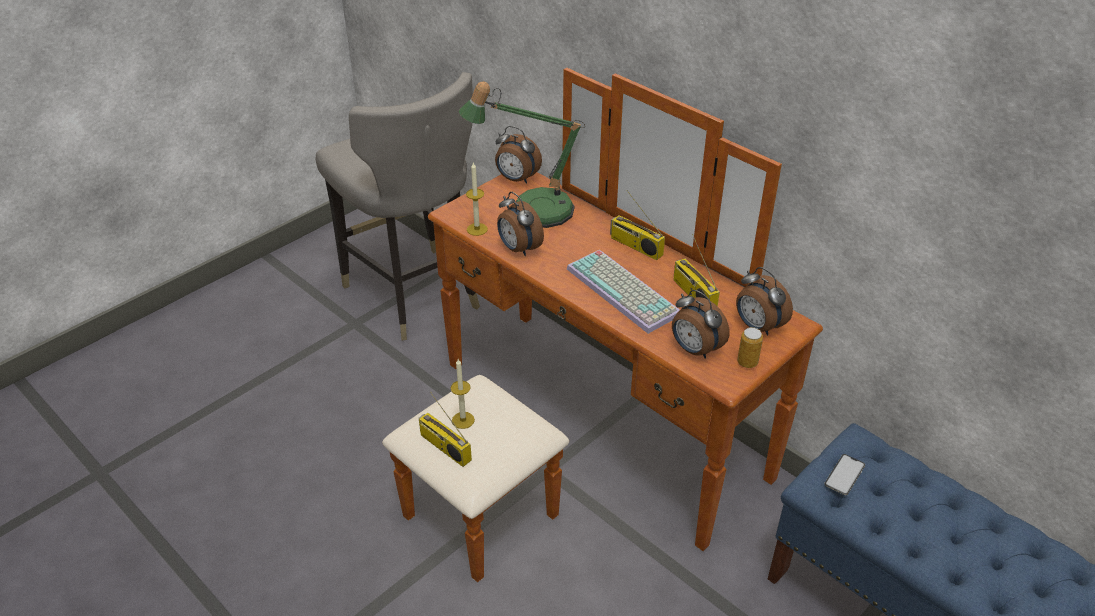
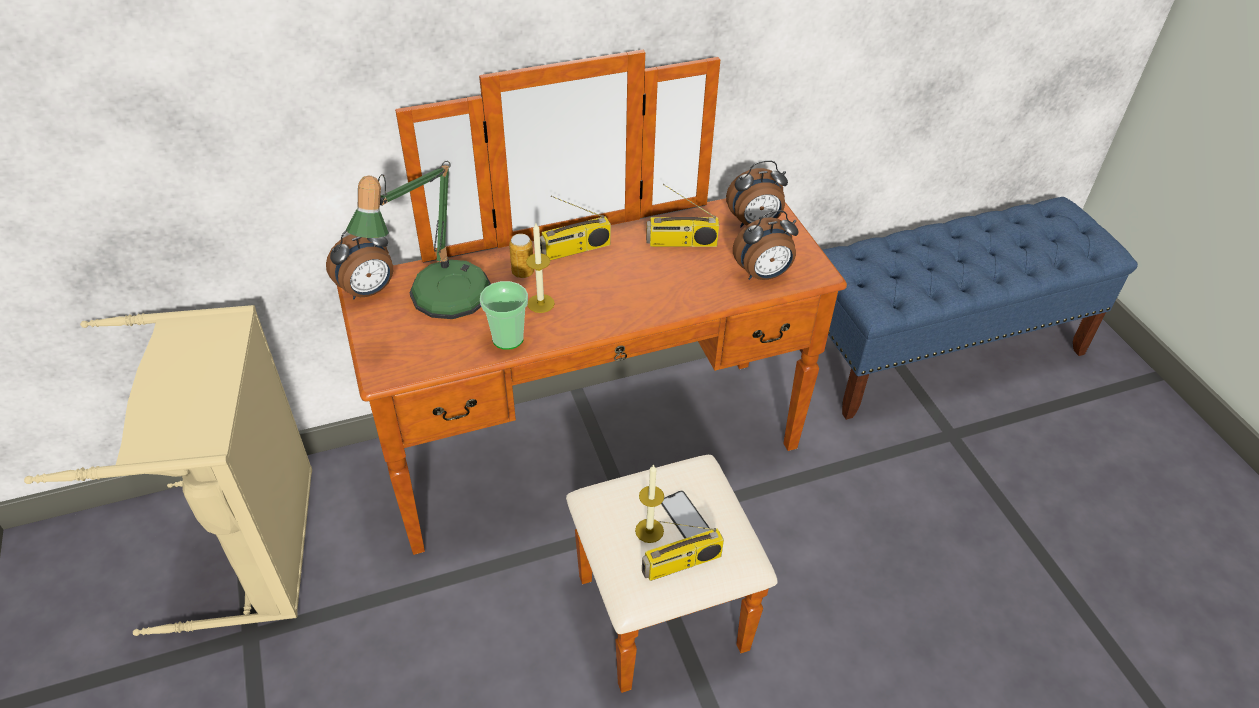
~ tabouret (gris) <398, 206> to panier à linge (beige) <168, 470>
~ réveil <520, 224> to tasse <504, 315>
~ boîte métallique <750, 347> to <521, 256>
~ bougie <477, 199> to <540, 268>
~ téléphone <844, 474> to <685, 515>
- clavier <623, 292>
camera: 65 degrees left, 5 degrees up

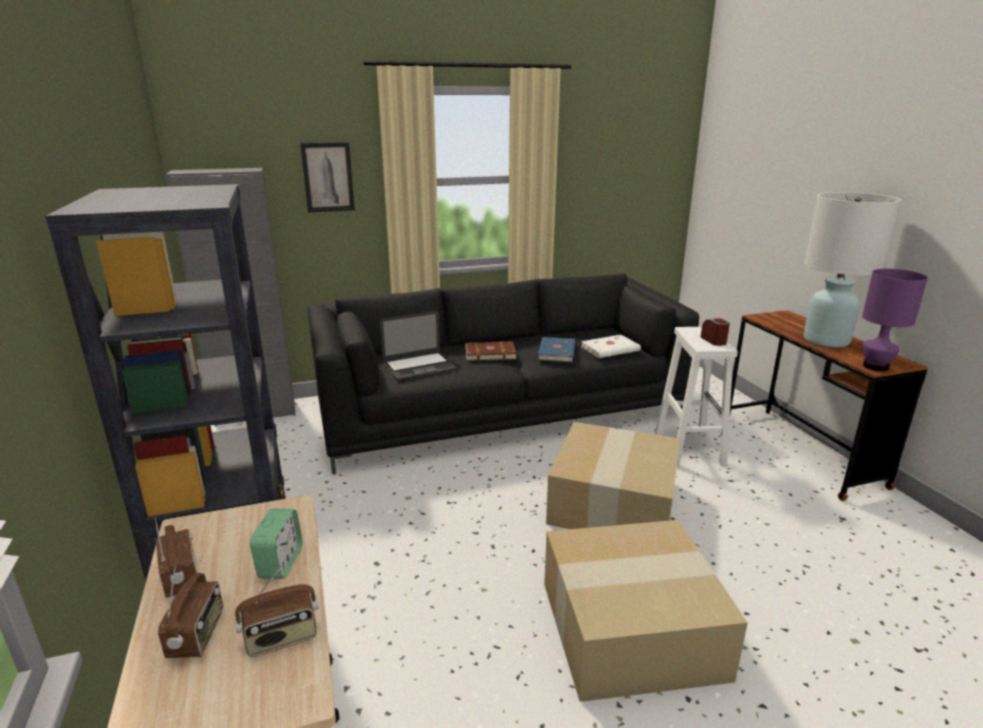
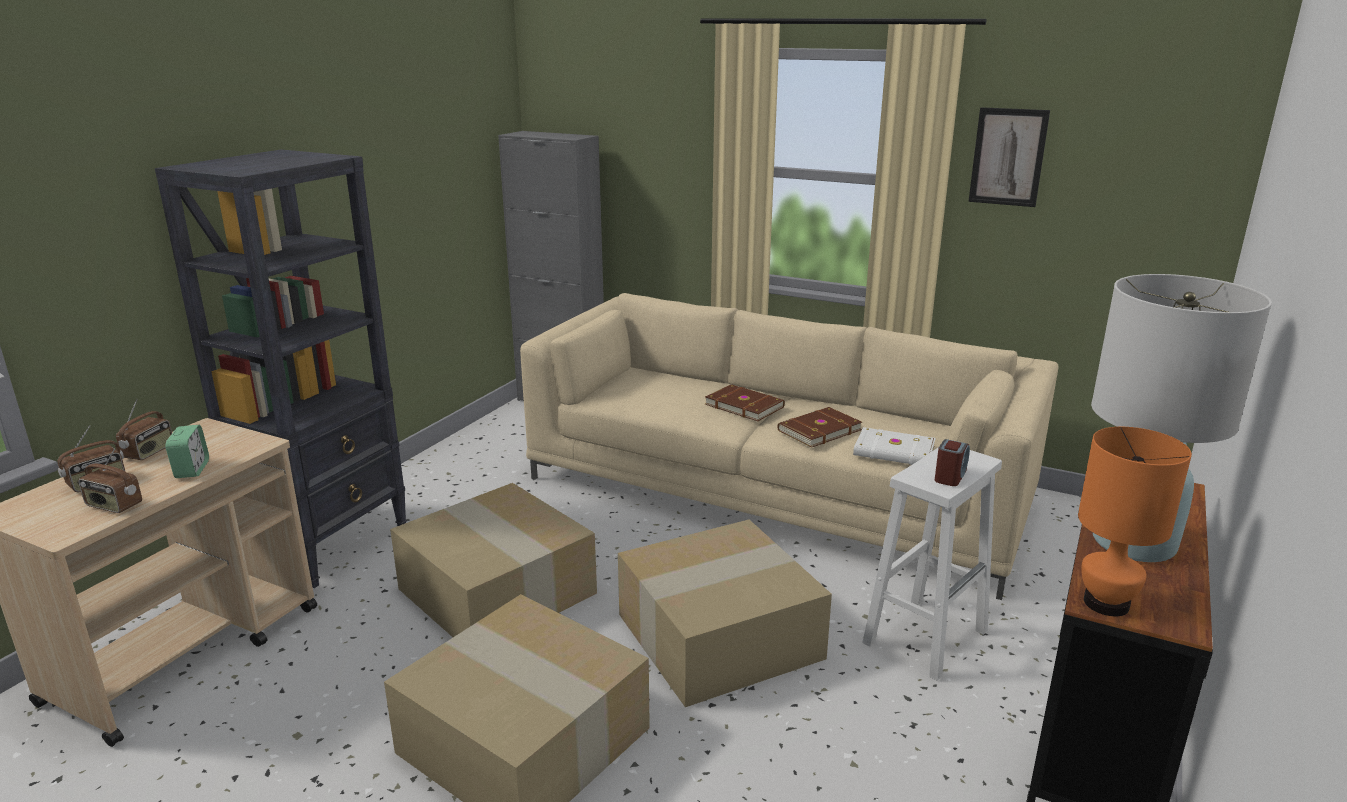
~ réveil <276, 544> = <187, 451> 60 degrees counterclockwise
+ carton <493, 560>
~ canapé (noir) <503, 373> to canapé (beige) <789, 446>
~ livre (bleu) <556, 349> to livre (marron) <820, 427>
~ tableau <327, 177> to <1009, 157>
~ lampe de table (violet) <895, 320> to lampe de table (orange) <1135, 521>
- ordinateur portable <418, 345>
camera: 45 degrees right, 0 degrees up

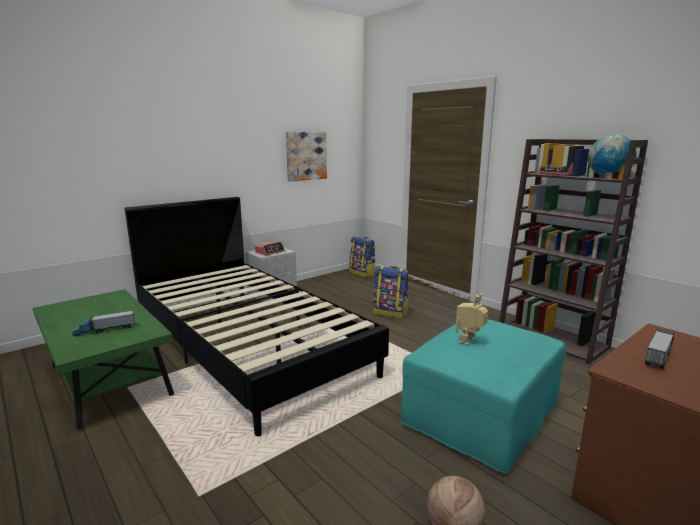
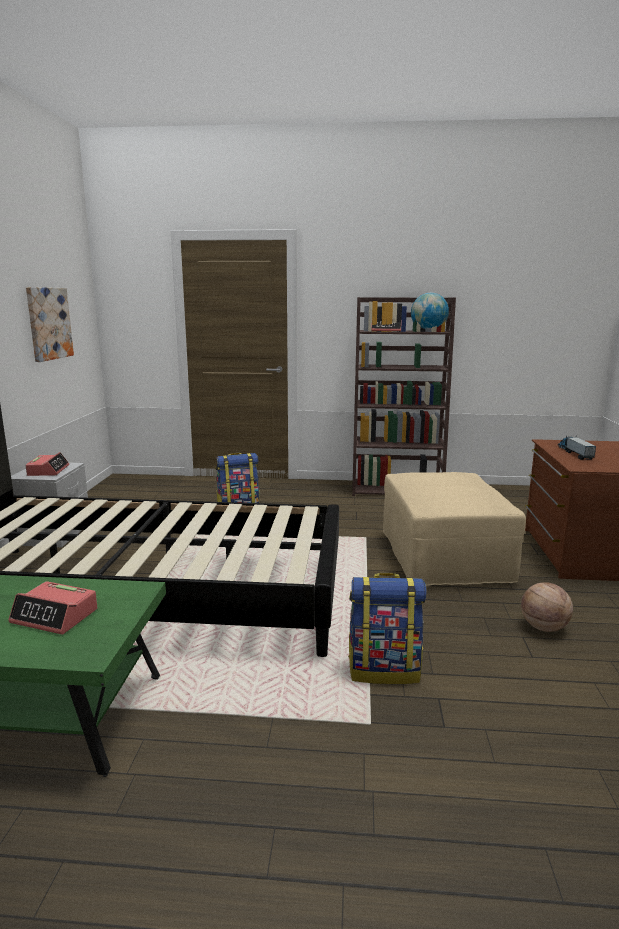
~ camion jouet <104, 323> to réveil <52, 607>
~ sac à dos <362, 257> to <387, 628>
~ pouf (turquoise) <483, 396> to pouf (beige) <454, 529>
- robot jouet <472, 319>
camera: 45 degrees left, 0 degrees up

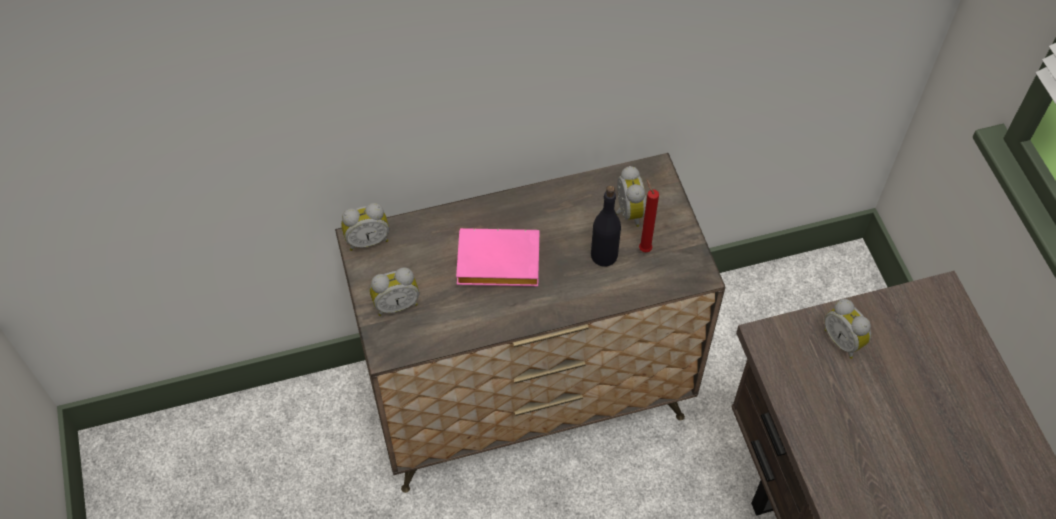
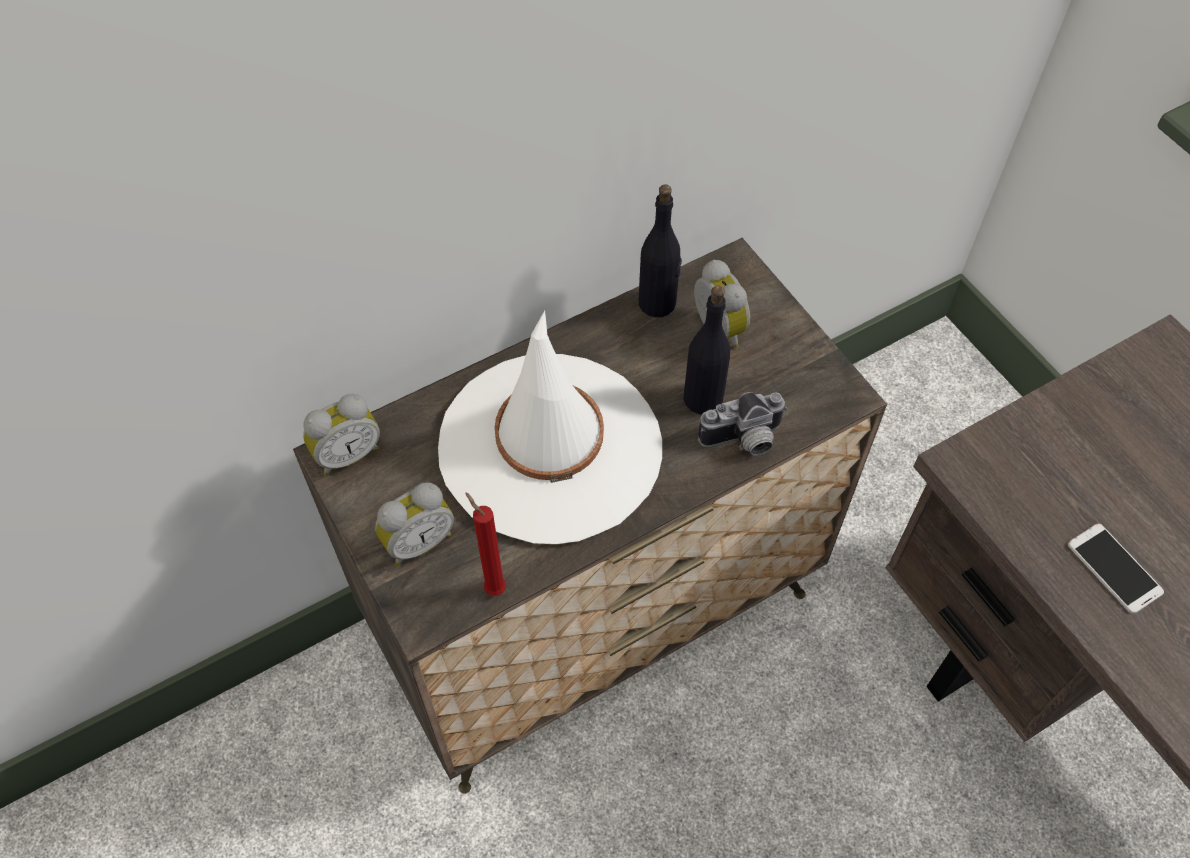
~ livre (rose) <497, 257> to chapeau (blanc) <550, 427>
~ bougie (rouge) <649, 215> to <485, 544>
+ bouteille (noir) <660, 250>
+ appareil photo <743, 424>
+ téléphone <1116, 569>
- réveil <847, 329>
camera: 15 degrees left, 0 degrees up

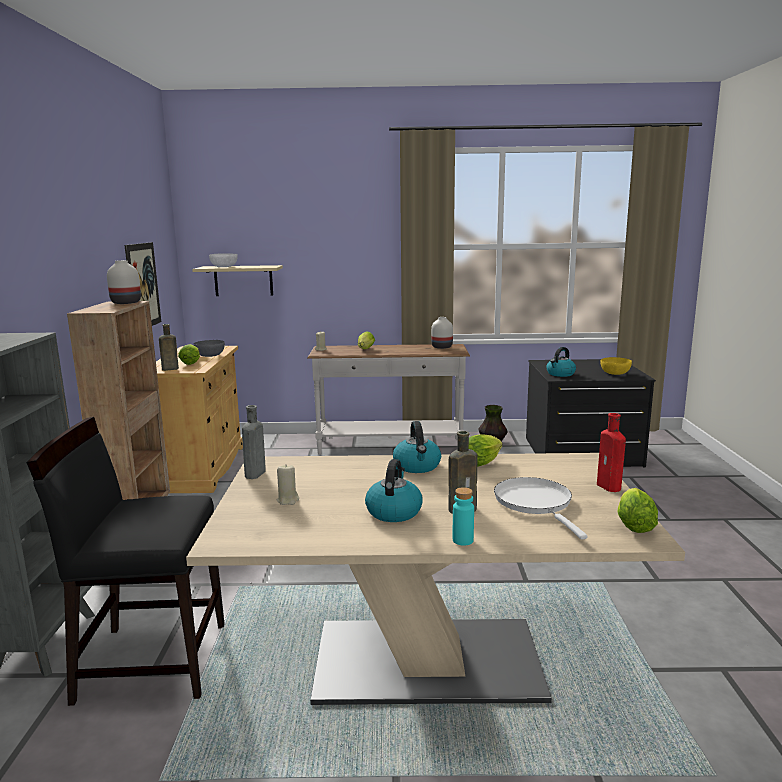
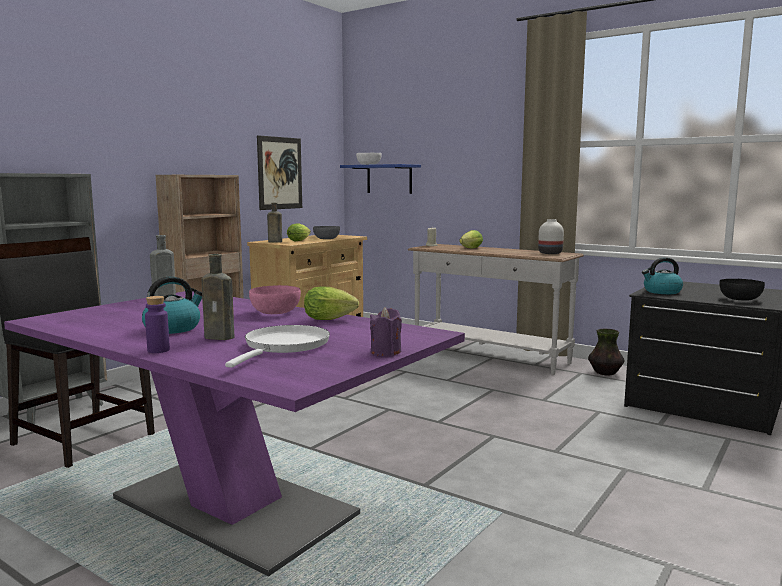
~ table à manger (beige) <435, 579> to table à manger (violet) <234, 434>
~ bouteille (turquoise) <463, 516> to bouteille (violet) <157, 324>
~ bouilloire <417, 447> to bol (rose) <275, 299>
~ étagère (beige) <237, 280> to étagère (bleu) <380, 179>
~ bouteille (rouge) <611, 452> to bougie (violet) <386, 331>
~ bol (jaune) <616, 366> to bol (noir) <742, 290>
- vase (blanc) <124, 282>
- bougie (beige) <288, 485>
- laitue <638, 510>
camera: 35 degrees right, 5 degrees down

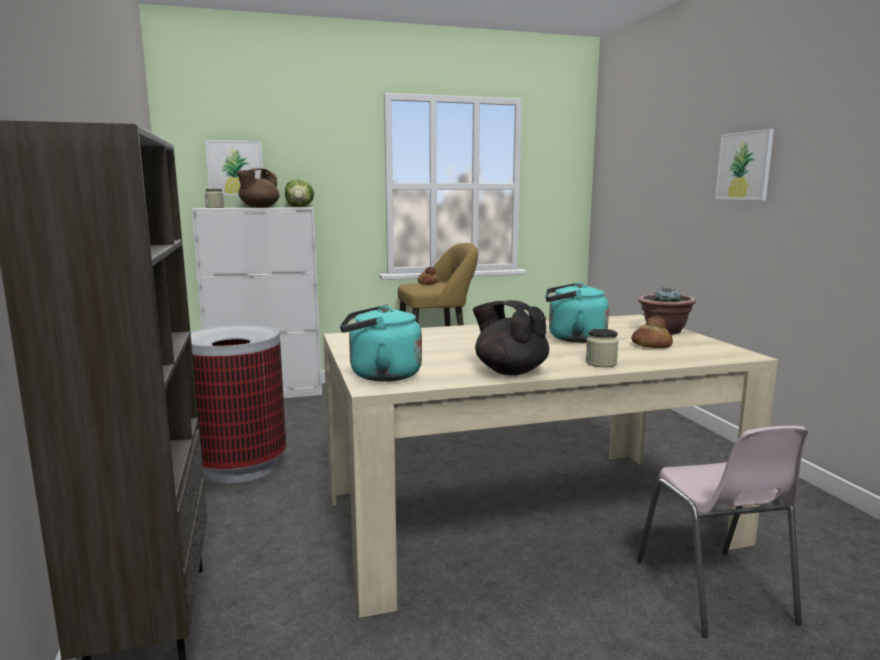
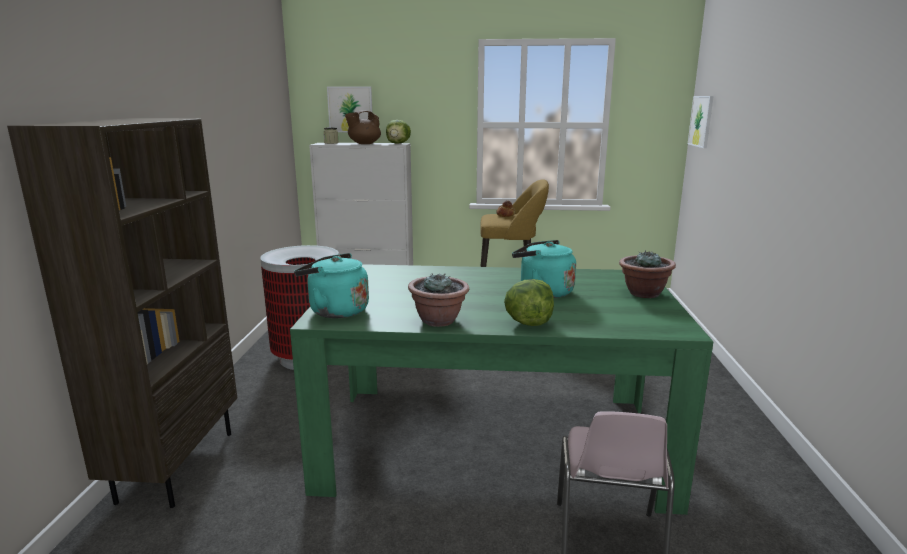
~ table à manger (beige) <550, 466> to table à manger (vert) <501, 389>
~ théière (noir) <511, 337> to plante en pot <438, 300>
~ bocal <602, 348> to laitue <529, 302>
~ tableau <744, 164> to <701, 122>
- pain <652, 332>
camera: 20 degrees right, 5 degrees up

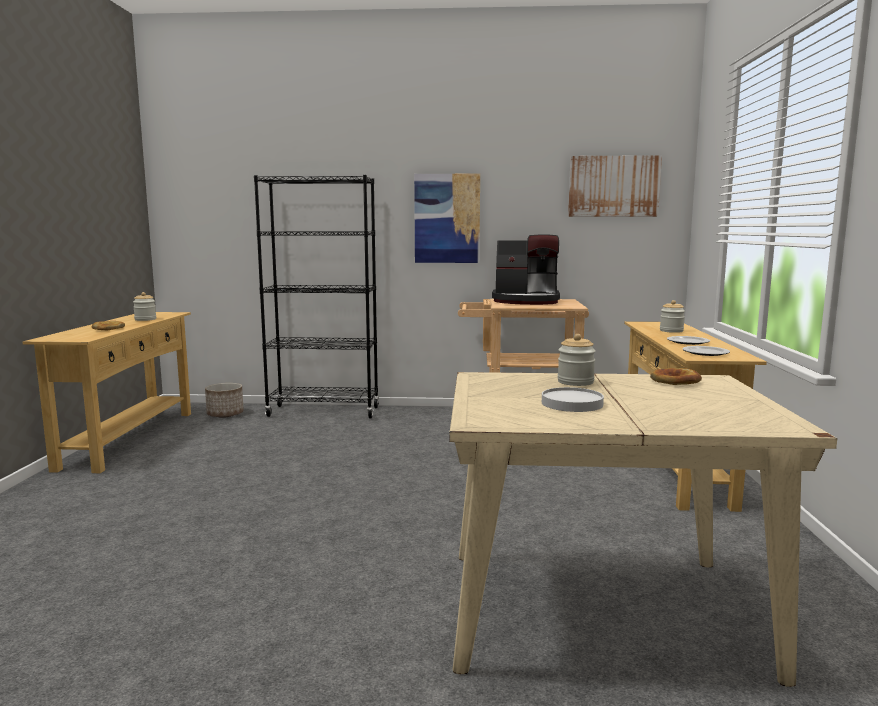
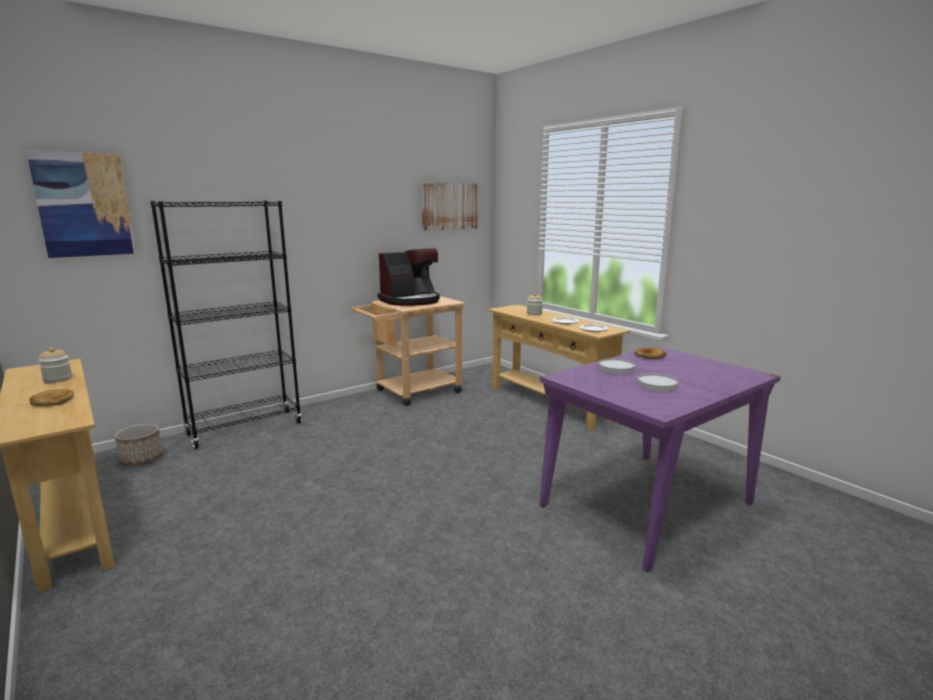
~ tableau <447, 218> to <81, 204>
~ table à manger (beige) <643, 529> to table à manger (violet) <660, 459>
~ bocal <577, 360> to assiette (blanc) <617, 366>
camera: 40 degrees left, 5 degrees up

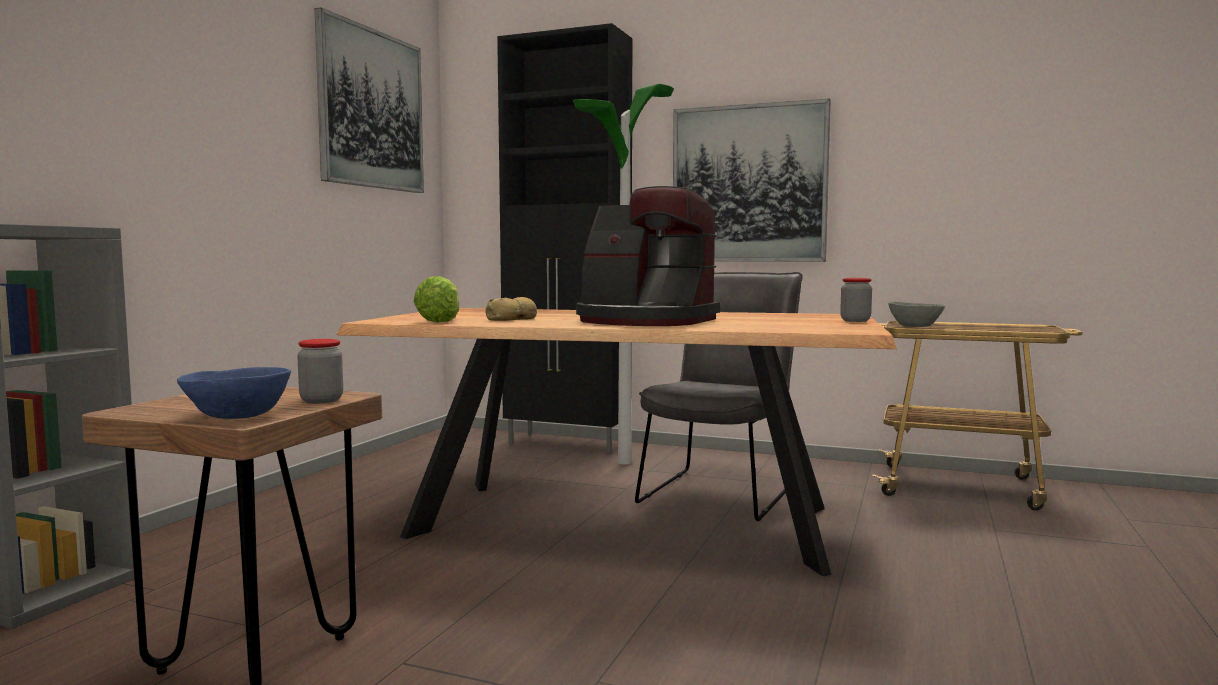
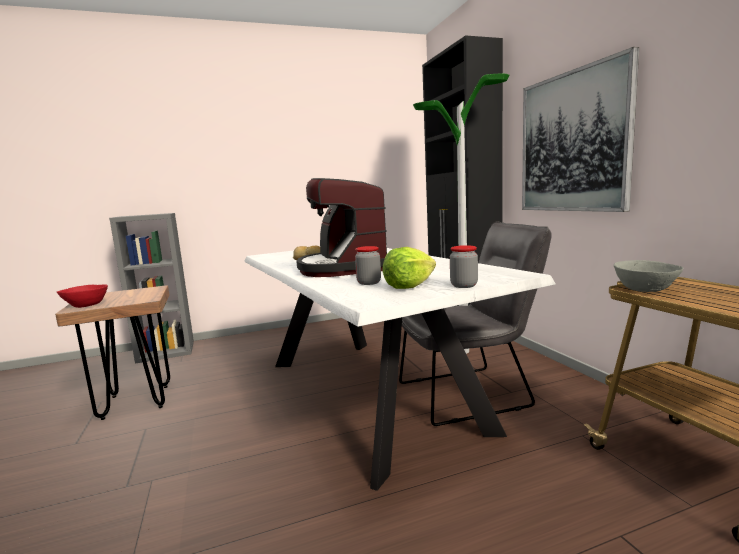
~ bol (bleu) <234, 393> to bol (rouge) <82, 296>
~ table à manger (marron) <616, 442> to table à manger (blanc) <400, 369>
~ bocal <320, 371> to <368, 265>
~ laitue <436, 299> to <409, 268>
- tableau <369, 100>
camera: 50 degrees right, 5 degrees up

